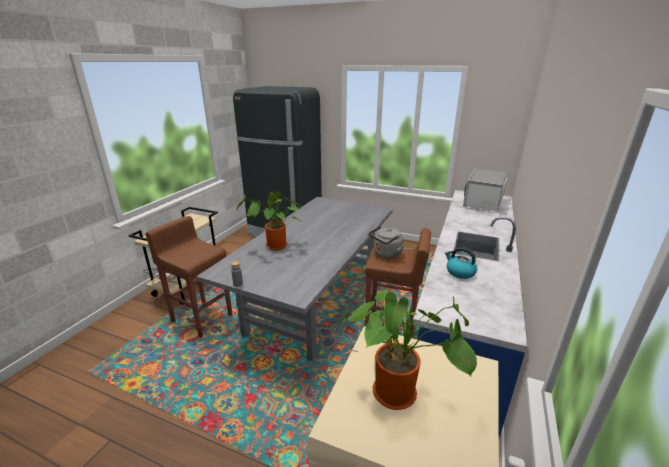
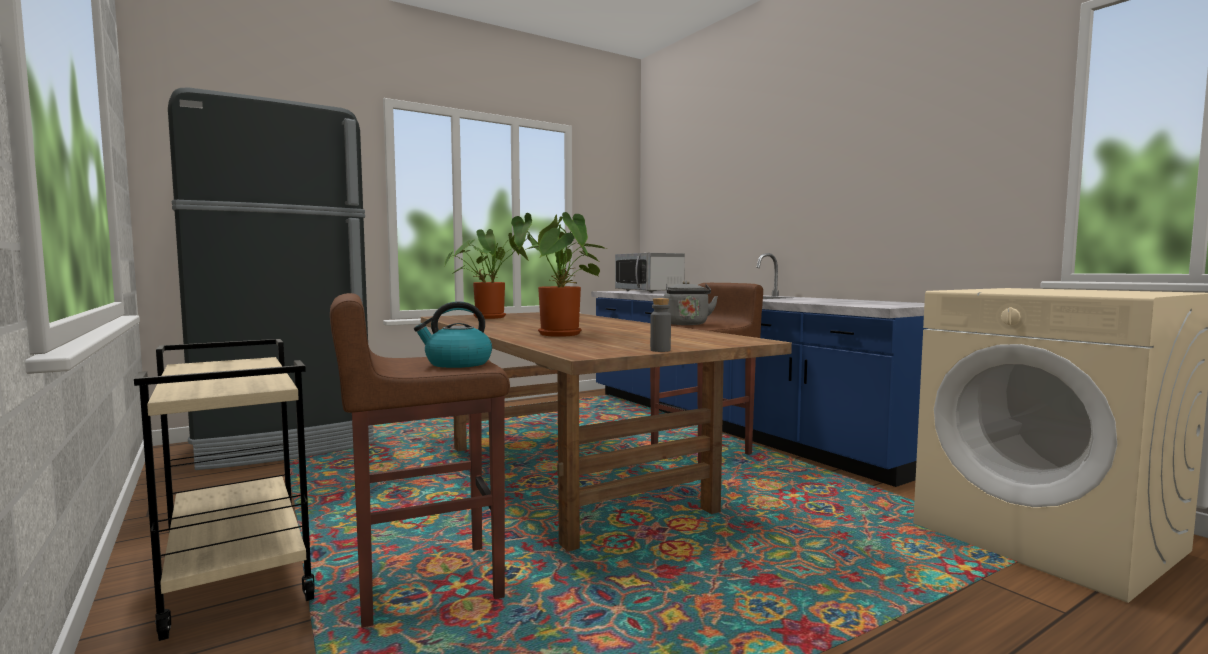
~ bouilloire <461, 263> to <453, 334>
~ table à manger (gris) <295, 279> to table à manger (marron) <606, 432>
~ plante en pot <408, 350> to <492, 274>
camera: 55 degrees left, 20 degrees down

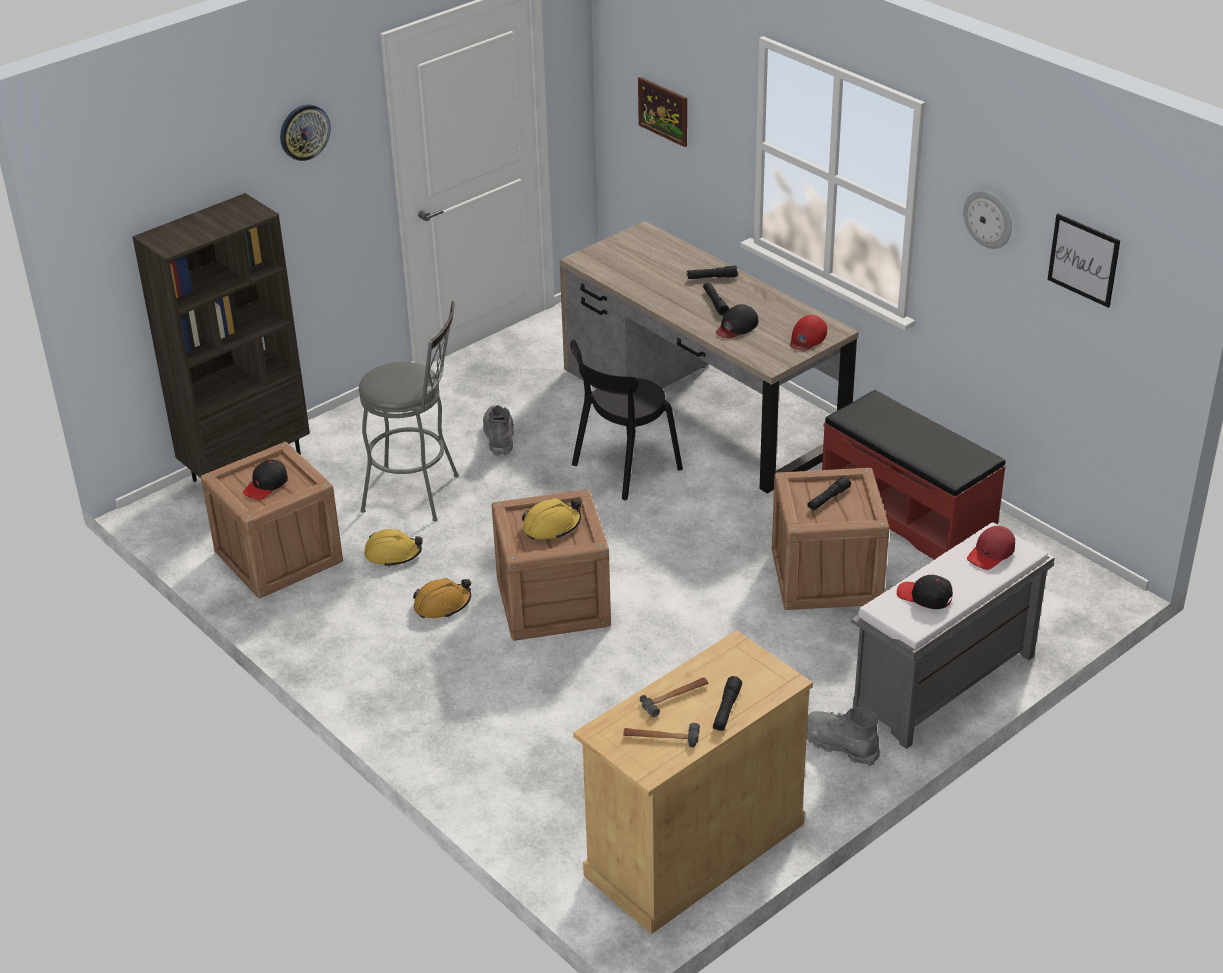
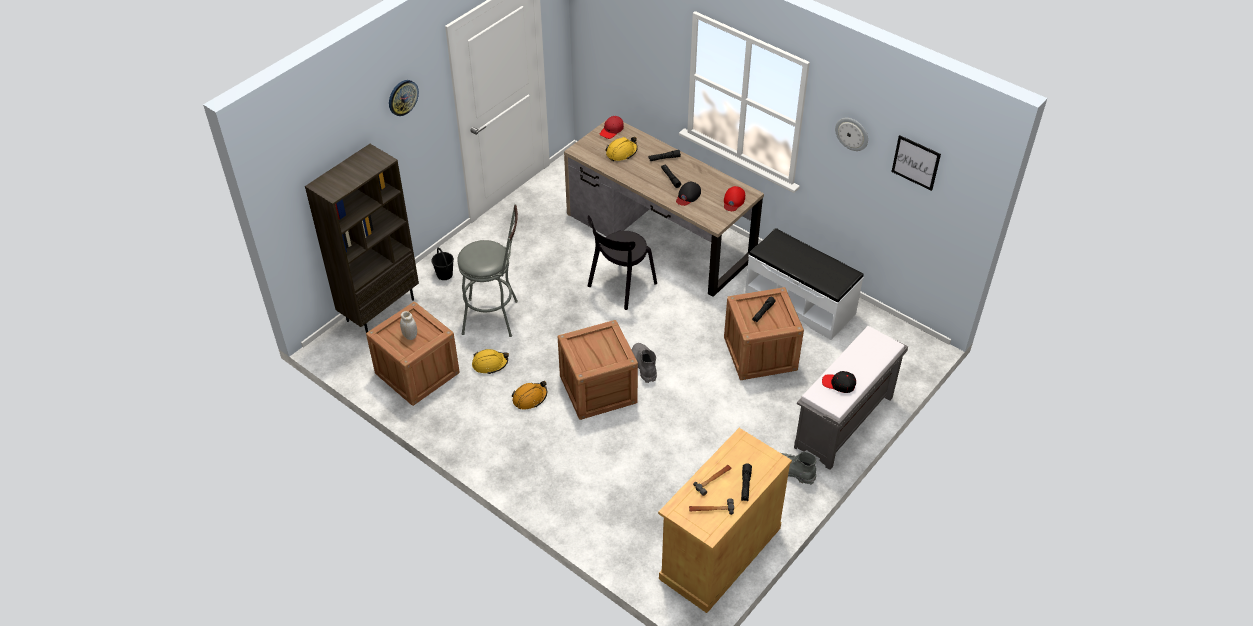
~ casquette (noir) <265, 479> to bocal (blanc) <408, 325>
+ seau (noir) <442, 263>
~ casquette (rouge) <991, 548> to <612, 127>
~ casque de chantier (jaune) <551, 519> to <621, 149>
~ botte (gris) <498, 430> to <644, 363>
~ banc (rouge) <914, 474> to banc (blanc) <804, 284>
- tableau <662, 112>
camera: 10 degrees left, 10 degrees up

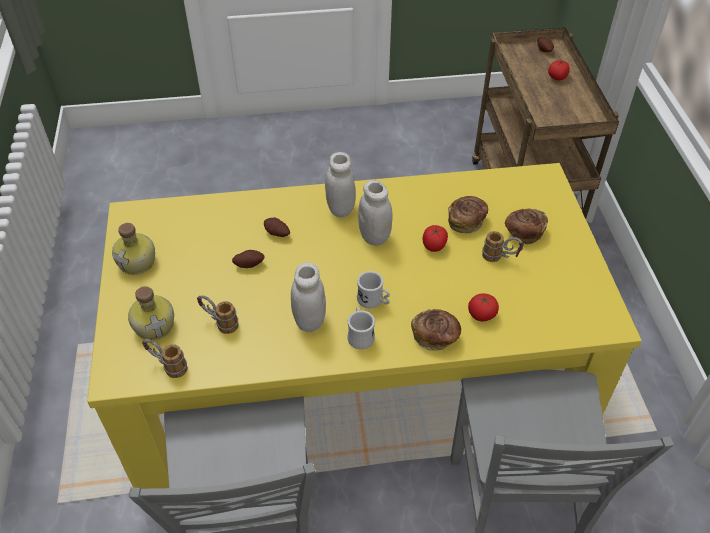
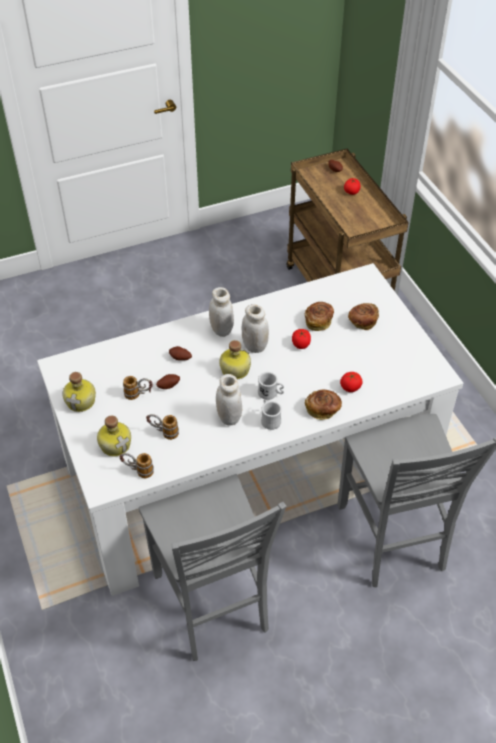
~ table à manger (jaune) <364, 326> to table à manger (blanc) <250, 429>
~ mug <503, 246> to <138, 388>
+ bouteille <235, 360>
camera: 15 degrees left, 0 degrees up

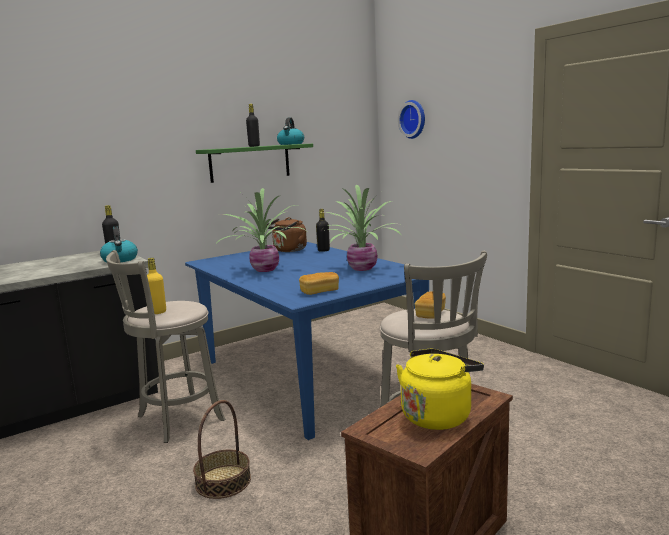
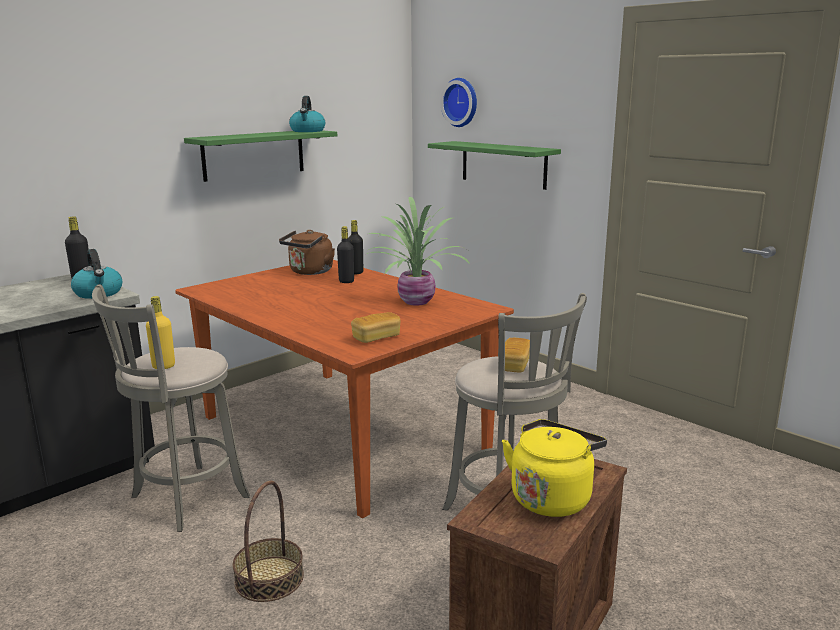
~ table à manger (bleu) <307, 341> to table à manger (marron) <344, 389>
~ bouteille (noir) <253, 125> to <345, 254>
+ étagère (vert) <494, 165>
- plante en pot <261, 230>
camera: 10 degrees left, 5 degrees up

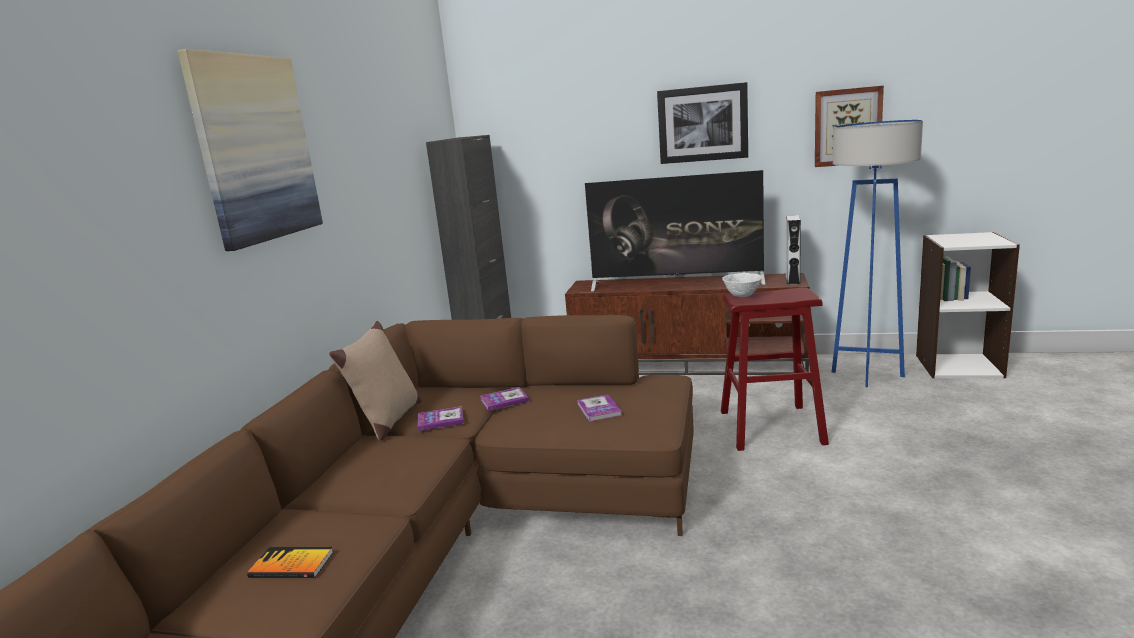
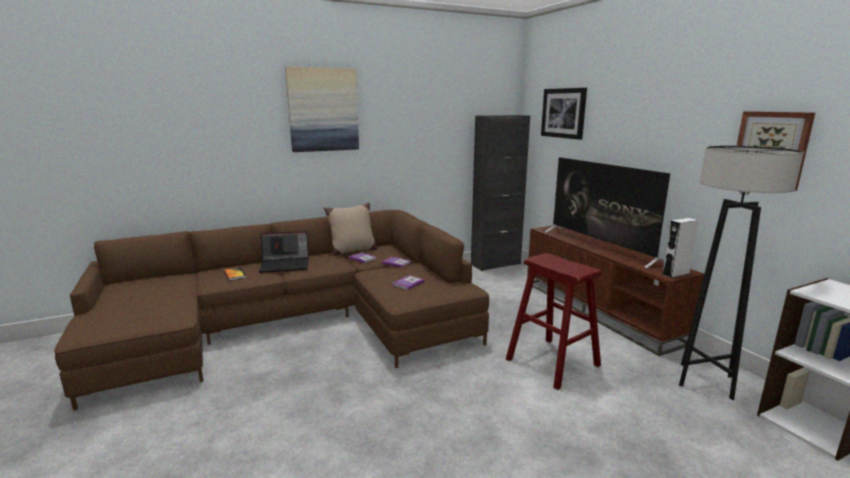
+ ordinateur portable <284, 252>
~ tableau <702, 123> to <564, 114>
~ lampadaire (bleu) <877, 253> to lampadaire (gris) <741, 273>
- bol (blanc) <742, 285>
camera: 50 degrees right, 0 degrees up

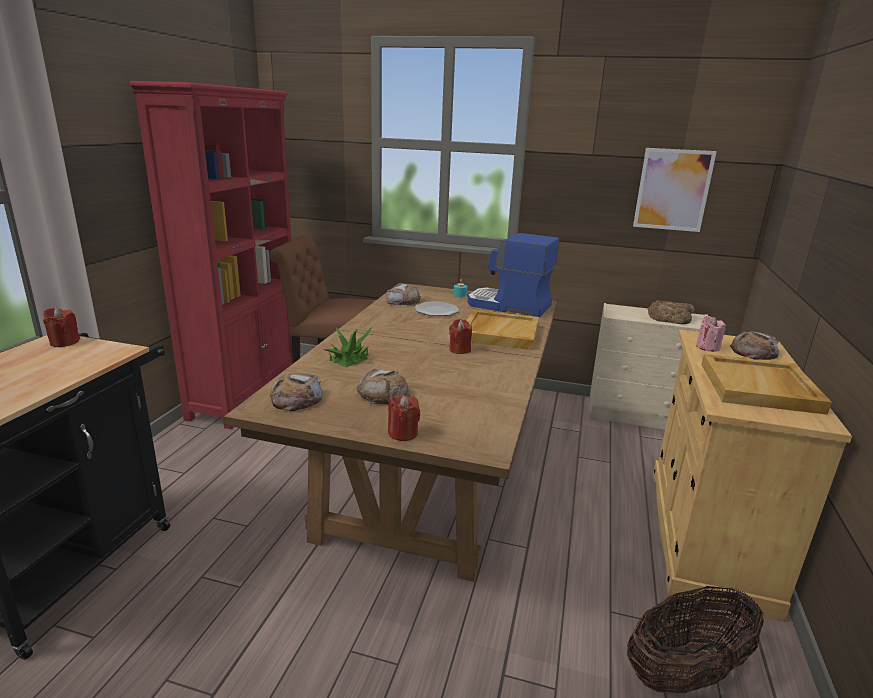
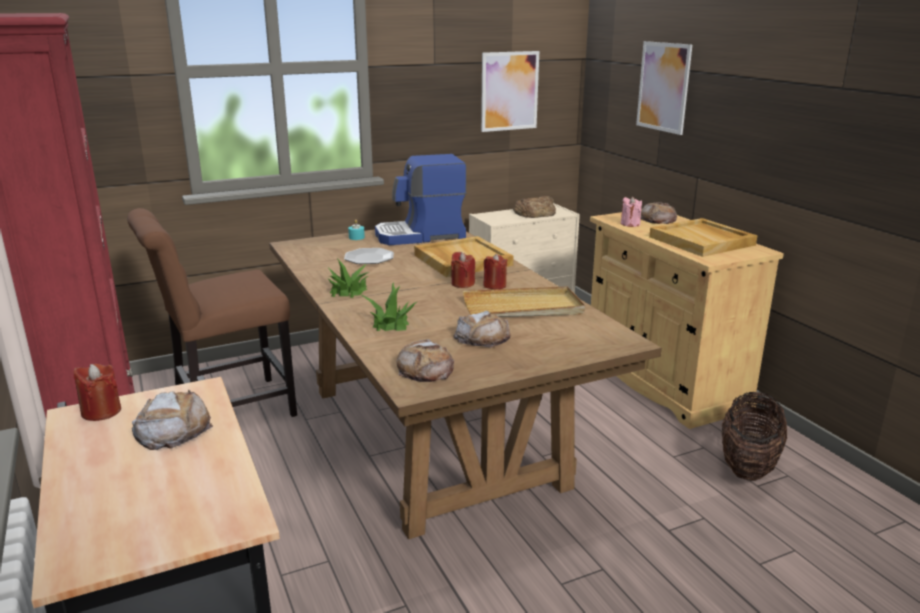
~ pain <403, 294> to <172, 419>
+ plante en pot <349, 278>
+ plateau (beige) <524, 301>
~ bougie (rouge) <404, 418> to <495, 271>
+ tableau <664, 88>
camera: 40 degrees left, 0 degrees up

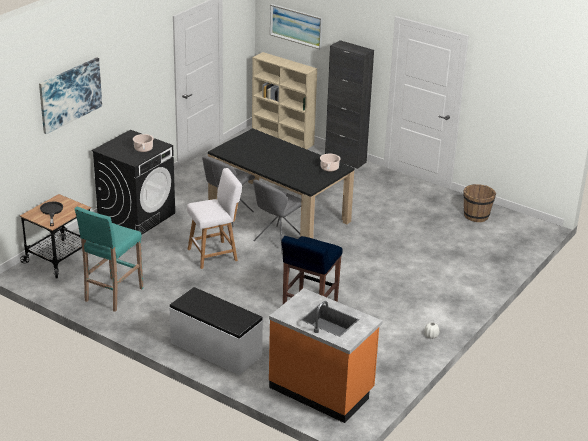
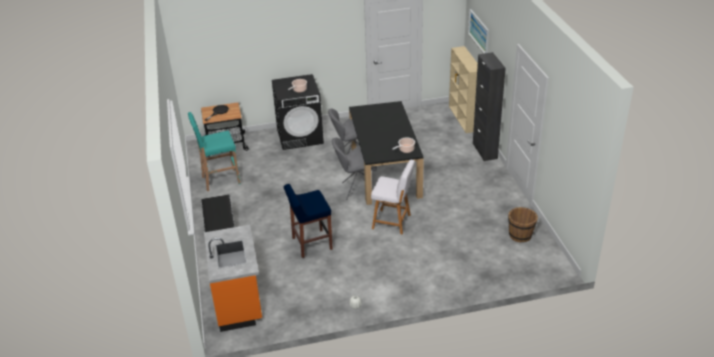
~ tabouret (blanc) <214, 218> to <393, 197>
- tableau <70, 95>
camera: 45 degrees right, 5 degrees up

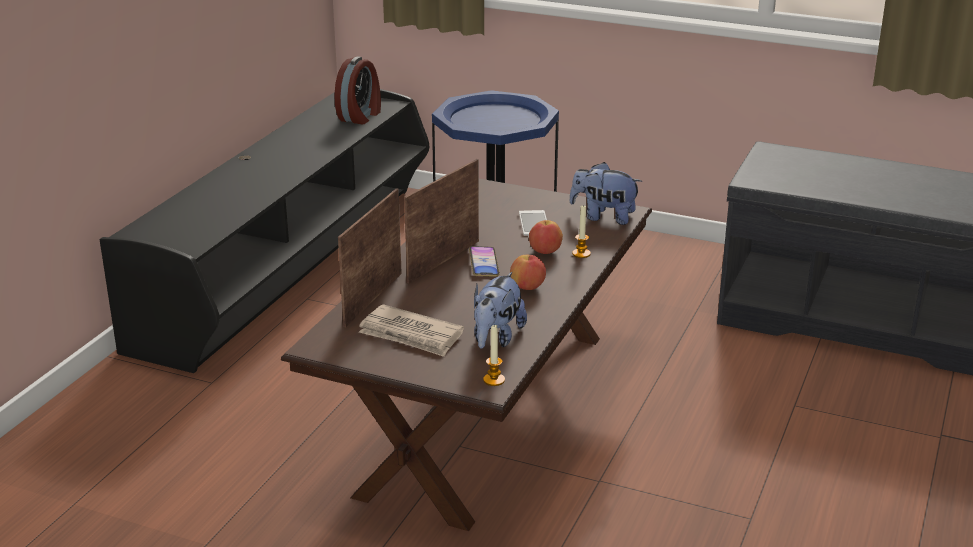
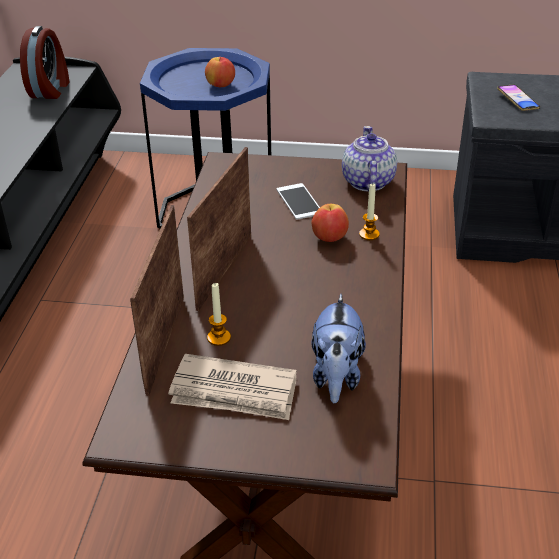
~ pomme <528, 272> to <220, 72>
~ bougie <494, 355> to <219, 314>
~ peluche <606, 193> to théière <369, 158>
~ téléphone <484, 261> to <518, 98>
camera: 15 degrees left, 10 degrees up

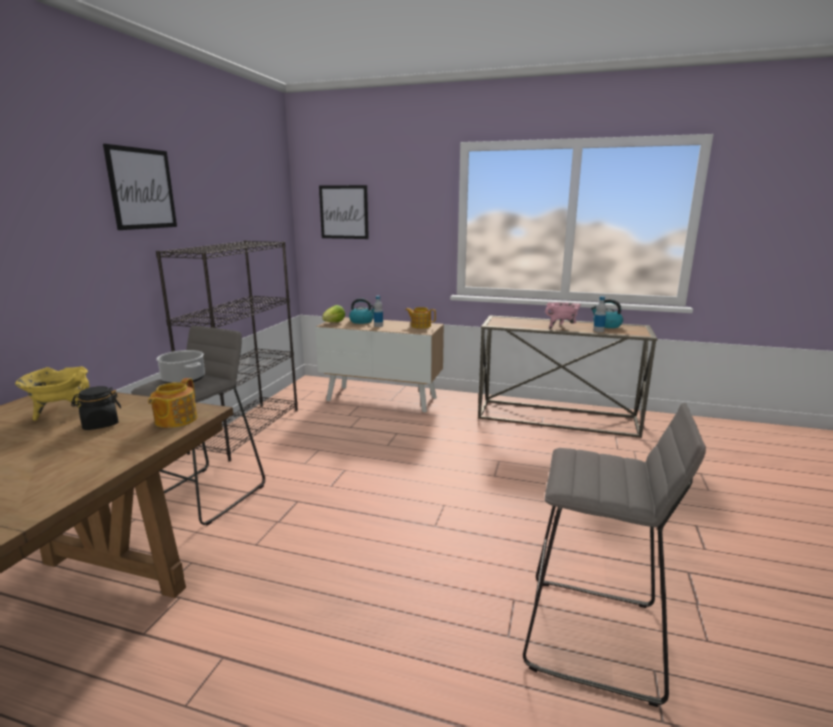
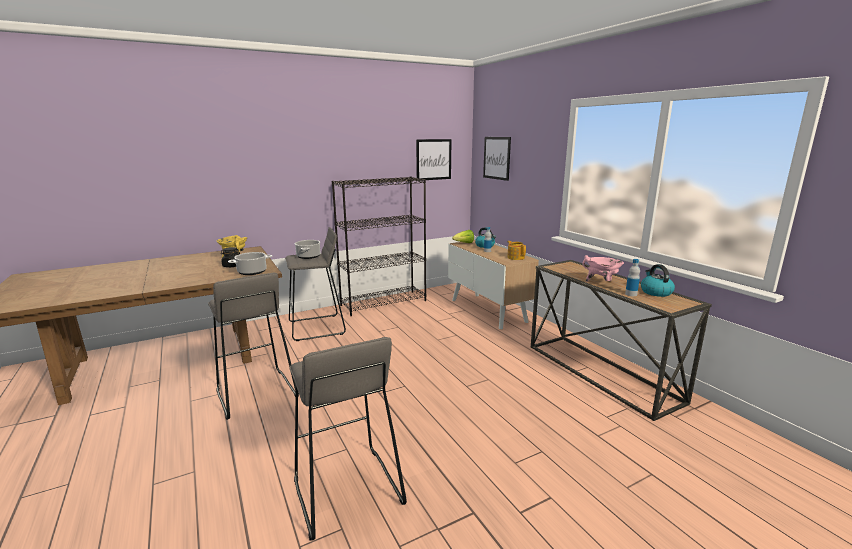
+ tabouret (gris) <253, 346>
~ théière <173, 403> to marmite <250, 263>
~ tableau <140, 187> to <434, 160>
camera: 45 degrees right, 0 degrees up

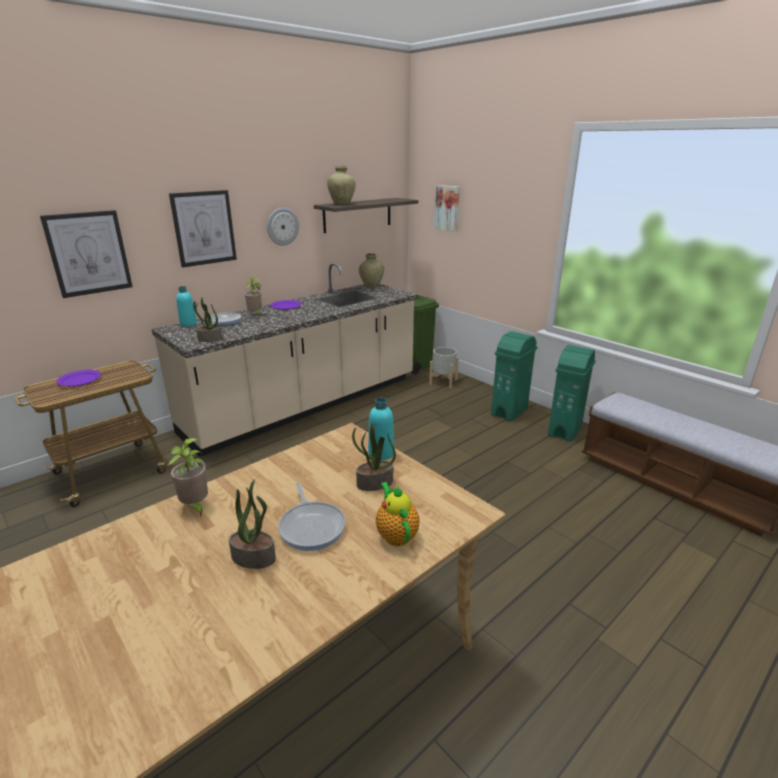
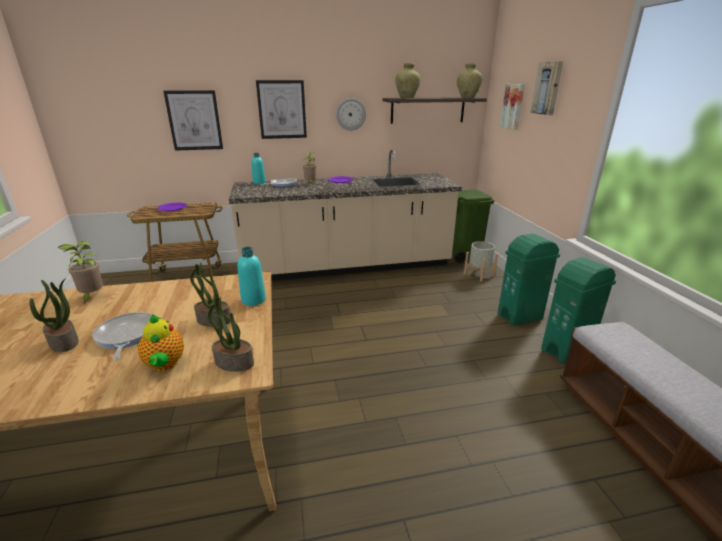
~ poêle <312, 517> = <122, 336> 150 degrees clockwise
~ théière <398, 514> = <161, 342> 150 degrees clockwise
~ plante en pot <207, 319> to <231, 334>
~ vase (beige) <371, 270> to <470, 80>
+ tableau <546, 88>
camera: 30 degrees right, 0 degrees up

